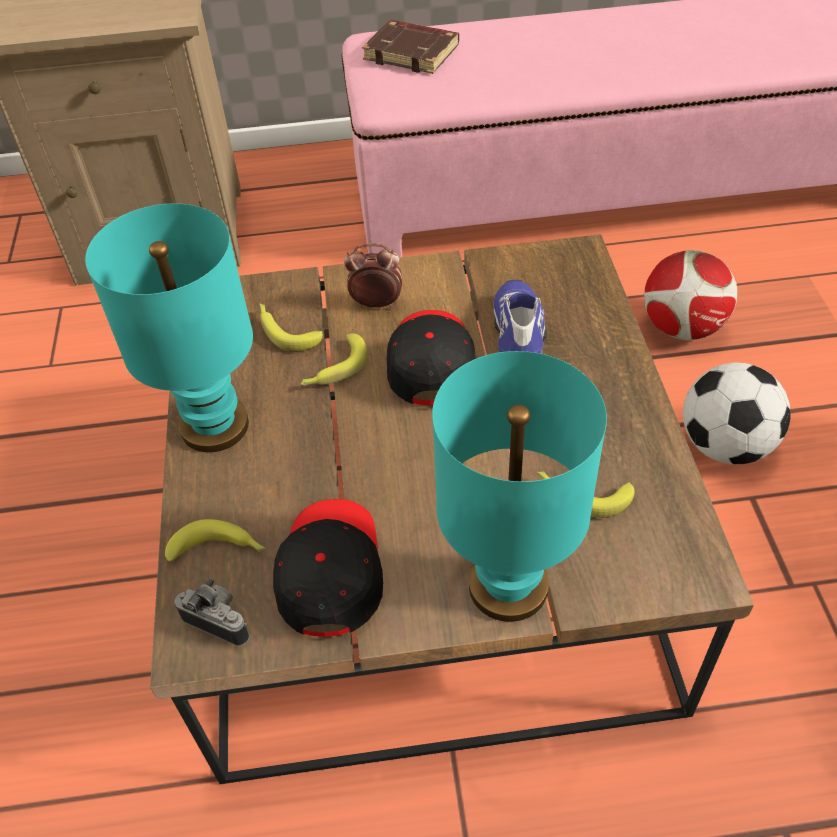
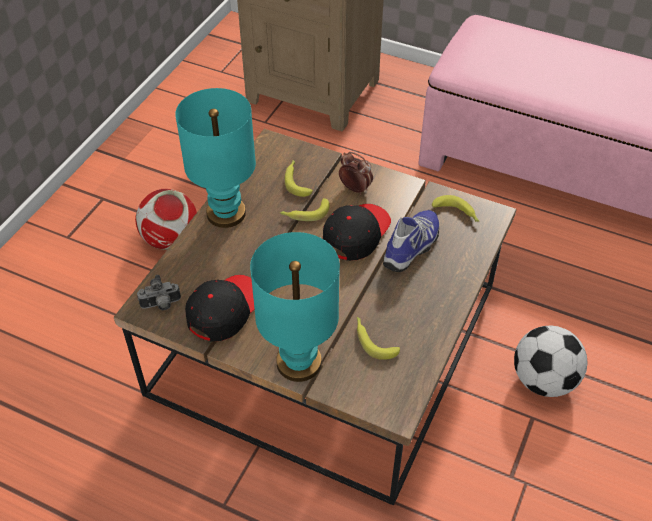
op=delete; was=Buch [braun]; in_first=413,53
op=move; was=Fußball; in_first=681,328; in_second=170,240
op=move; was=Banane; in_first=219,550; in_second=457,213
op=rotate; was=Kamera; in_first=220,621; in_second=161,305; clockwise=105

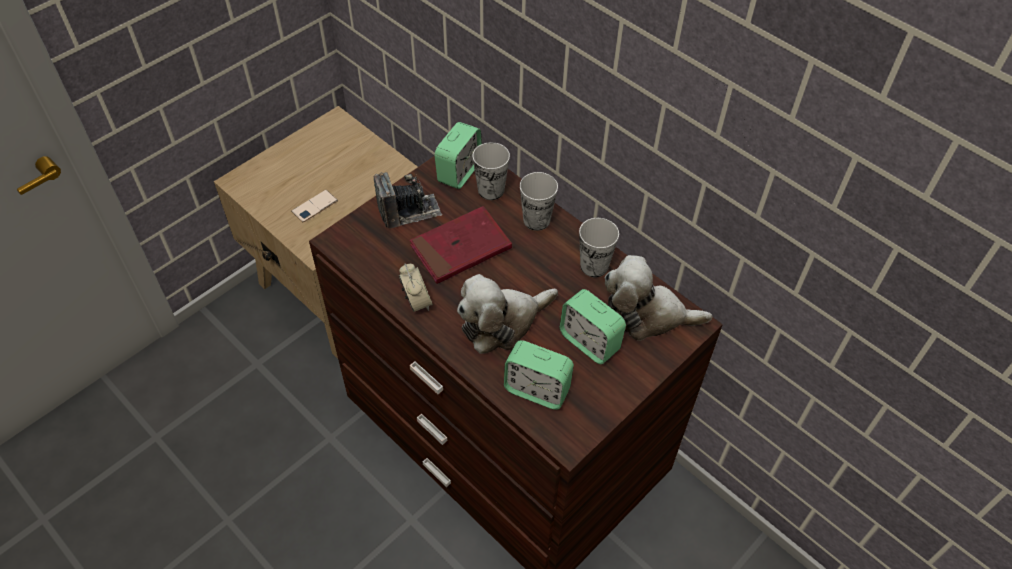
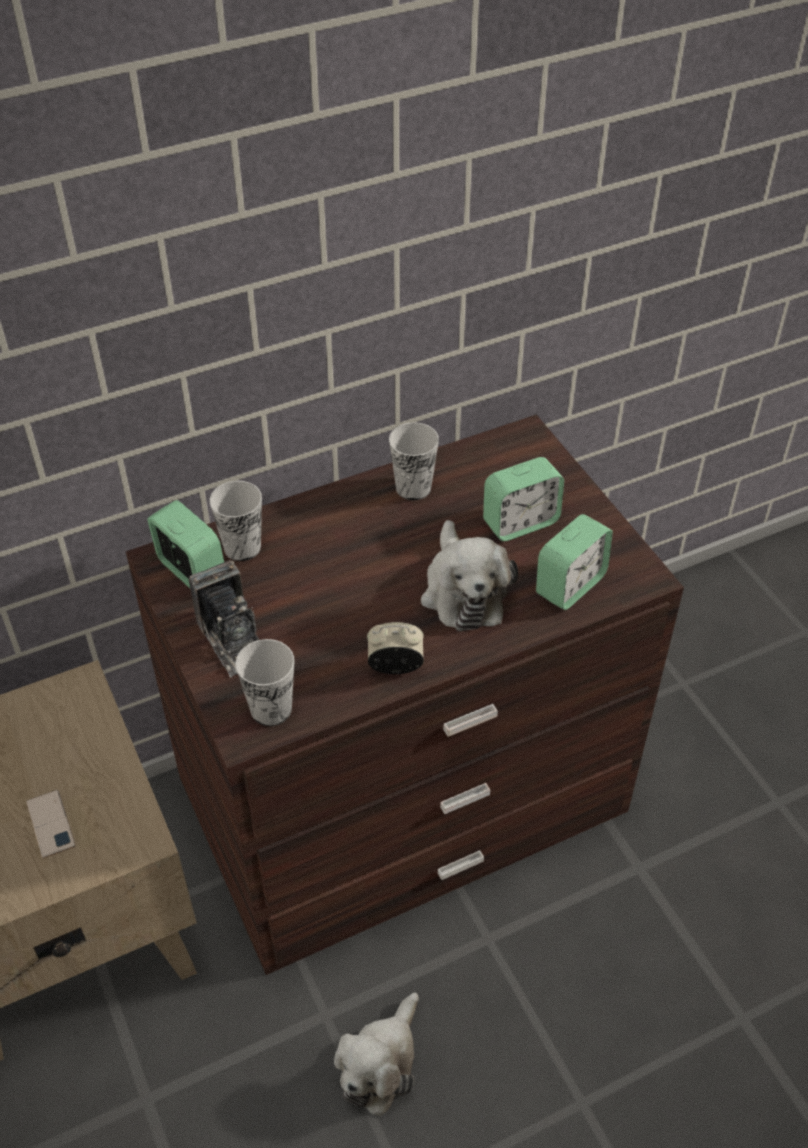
op=rotate; was=Kamera; in_first=409,211; in_second=233,640; clockwise=150
op=move; was=Tasse; in_first=536,220; in_second=271,709
op=delete; was=Buch [rot]; in_first=461,248
op=move; was=Plüschtier; in_first=646,315; in_second=380,1063

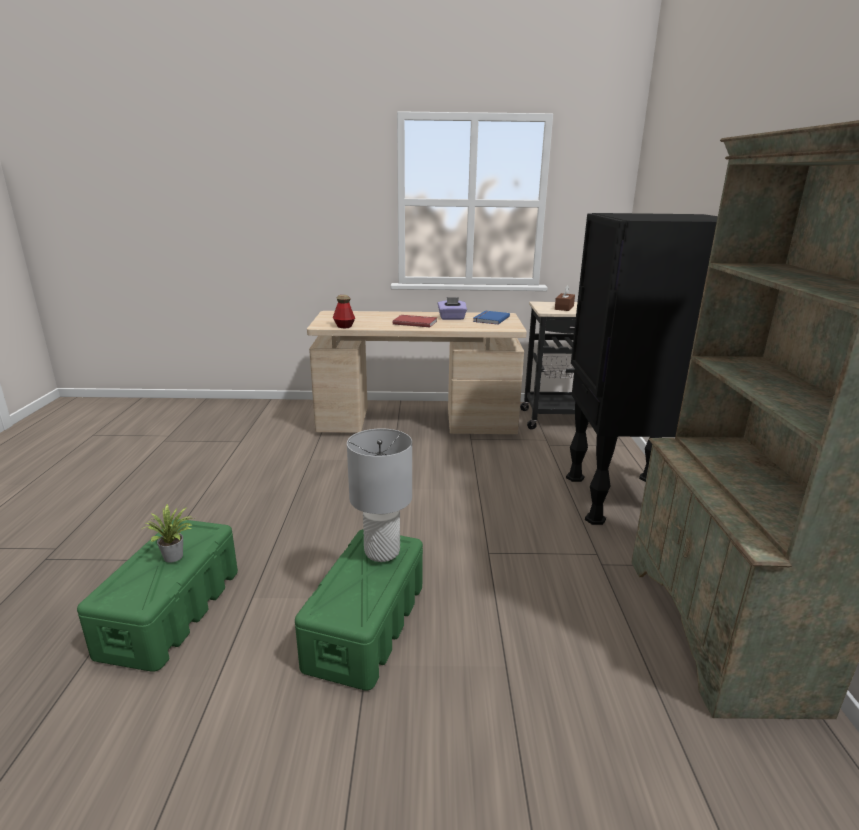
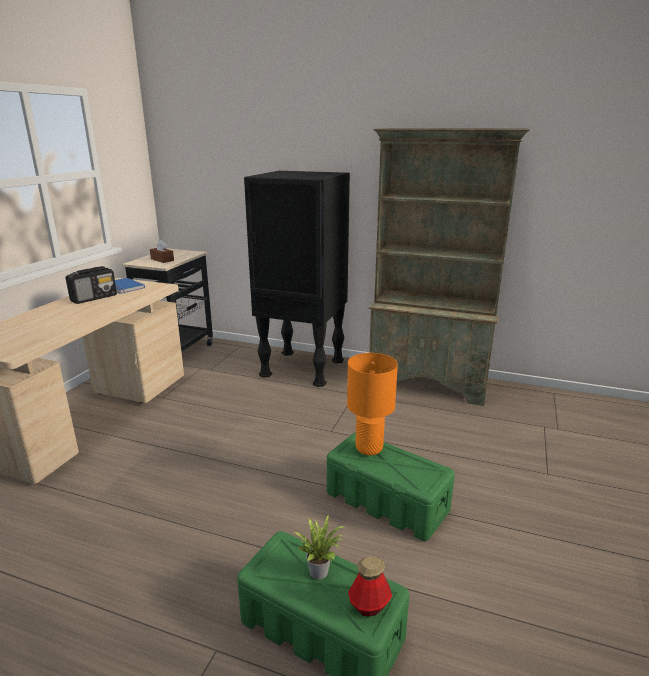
op=move; was=Flasche; in_first=344,326; in_second=369,606
op=replace; was=Taschentuchbox [lila]; now=Radio; in_first=452,318; in_second=94,298
op=delete; was=Buch [rot]; in_first=415,322
op=recolor; was=Tischlampe [grau]; now=Tischlampe [orange]; in_first=382,555; in_second=369,450

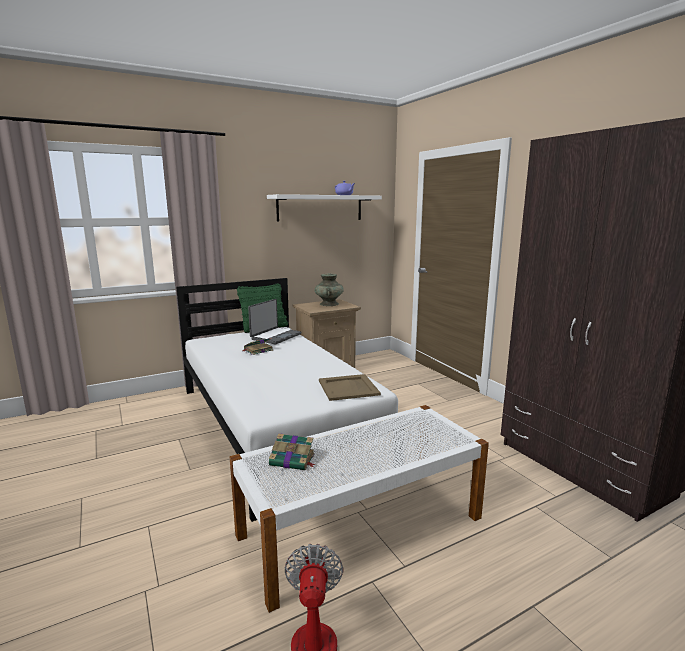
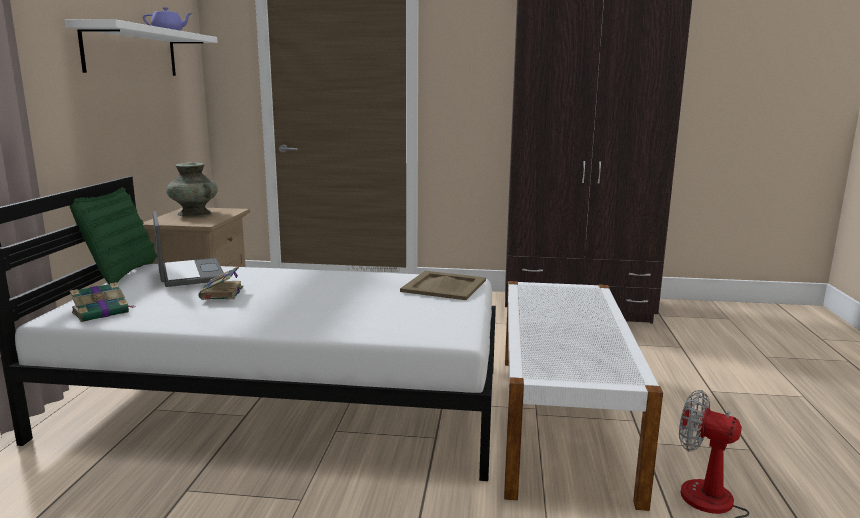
op=move; was=Buch; in_first=293,460; in_second=102,312

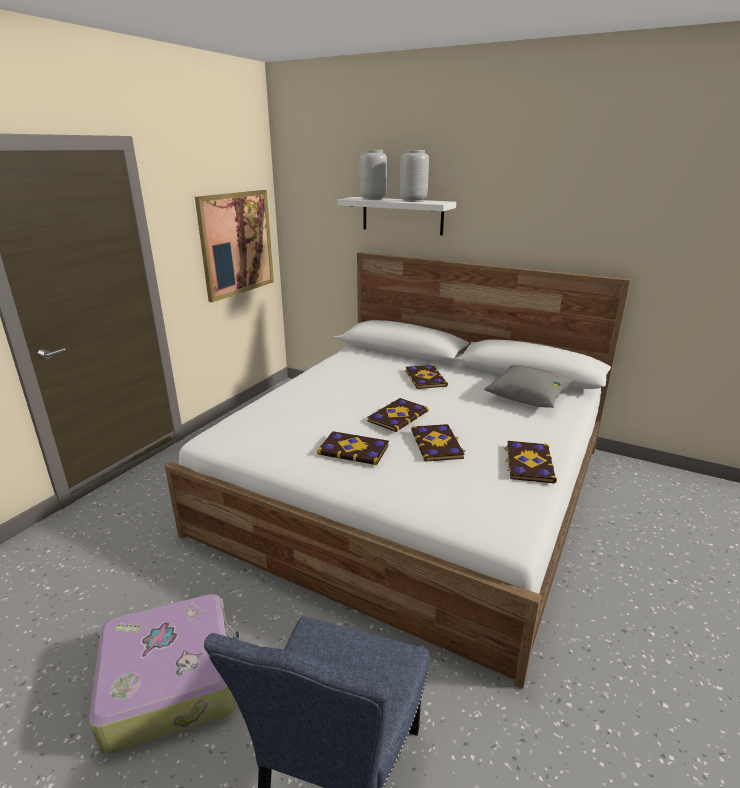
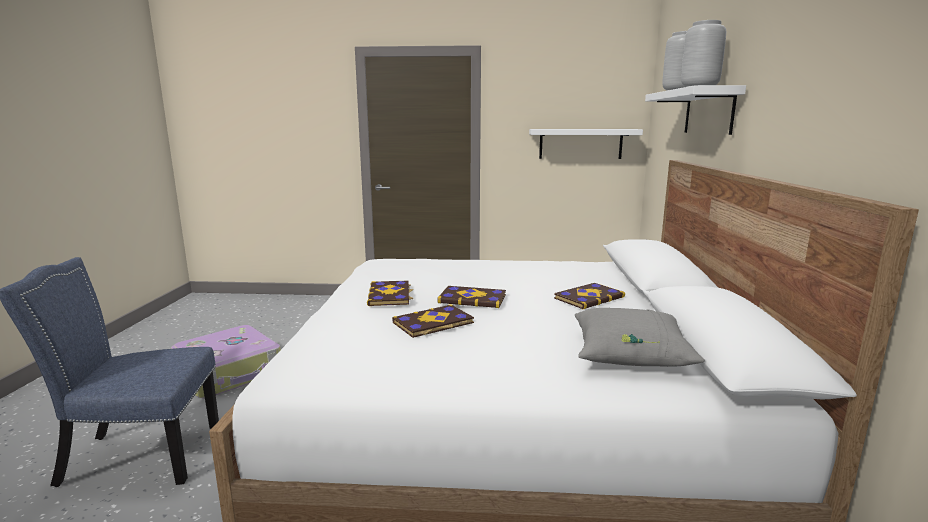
op=replace; was=Bild; now=Wandregal [weiß]; in_first=236,243; in_second=580,143
op=delete; was=Buch; in_first=528,463

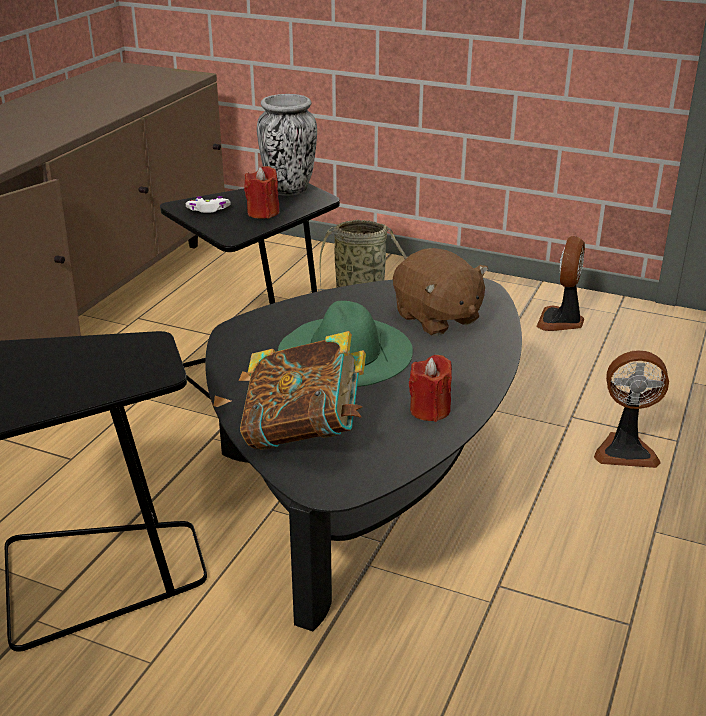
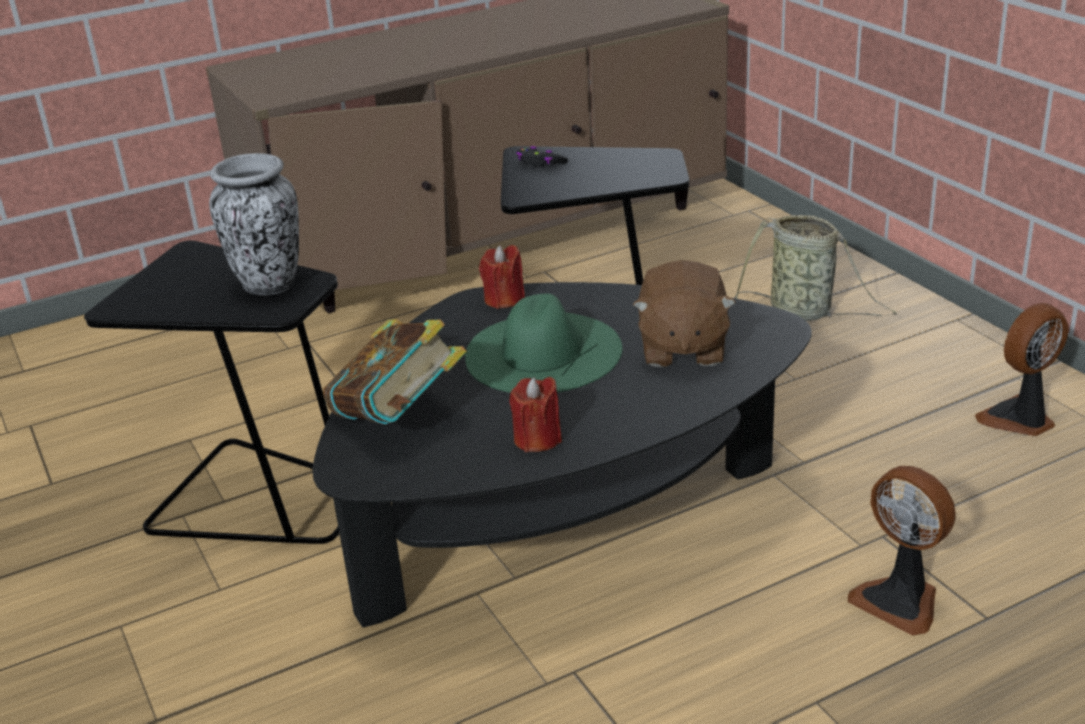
op=move; was=Vase; in_first=289,190; in_second=269,285
op=move; was=Kerze [rot]; in_first=263,213; in_second=504,299
op=recolor; was=Gamepad [weiß]; now=Gamepad [schwarz]; in_first=208,210; in_second=540,163

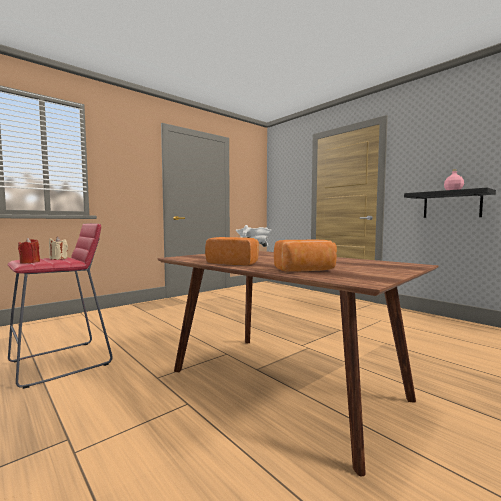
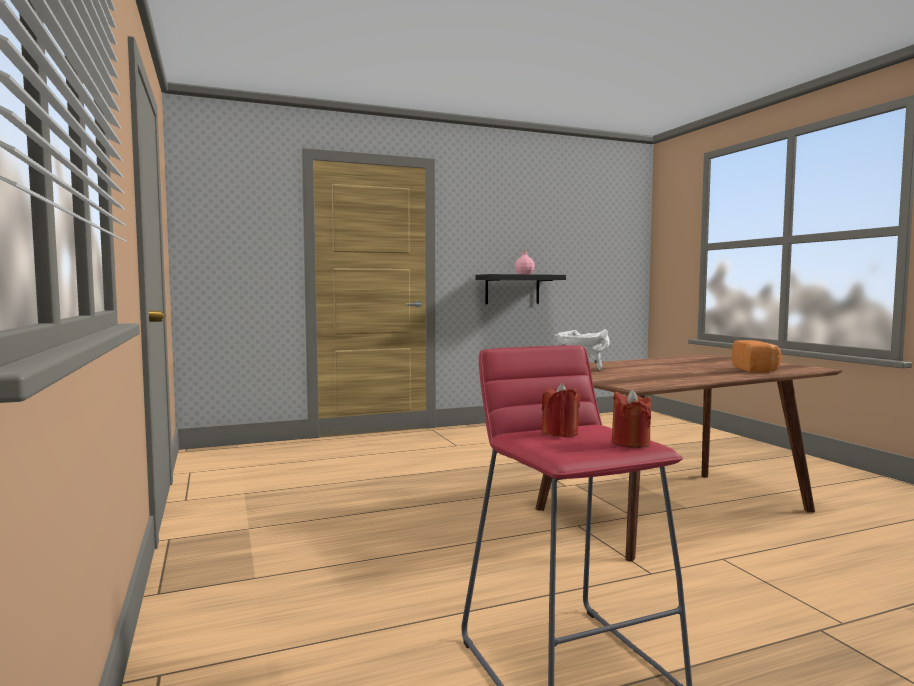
op=recolor; was=Kerze [beige]; now=Kerze [rot]; in_first=58,258; in_second=560,433
op=delete; was=Brot; in_first=234,263

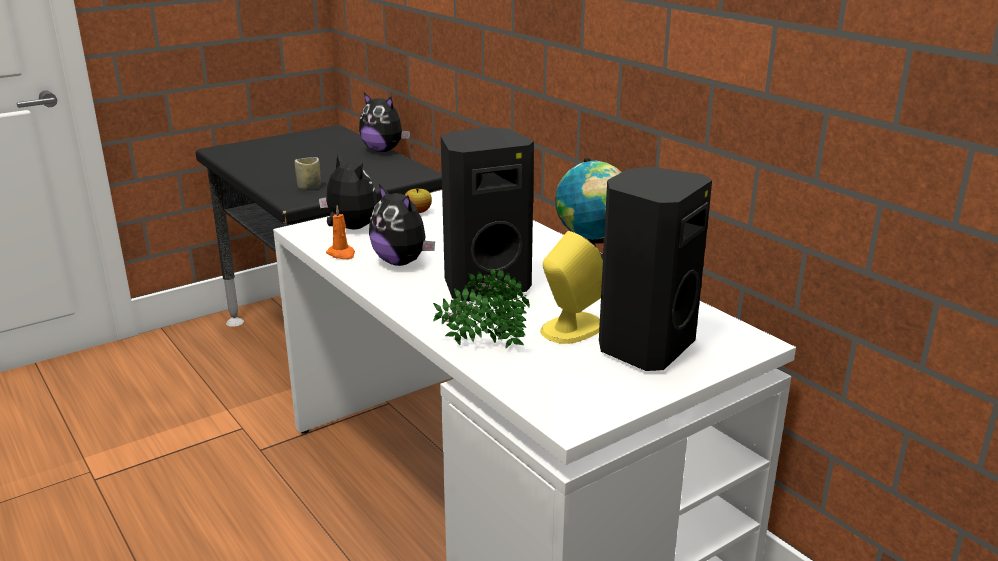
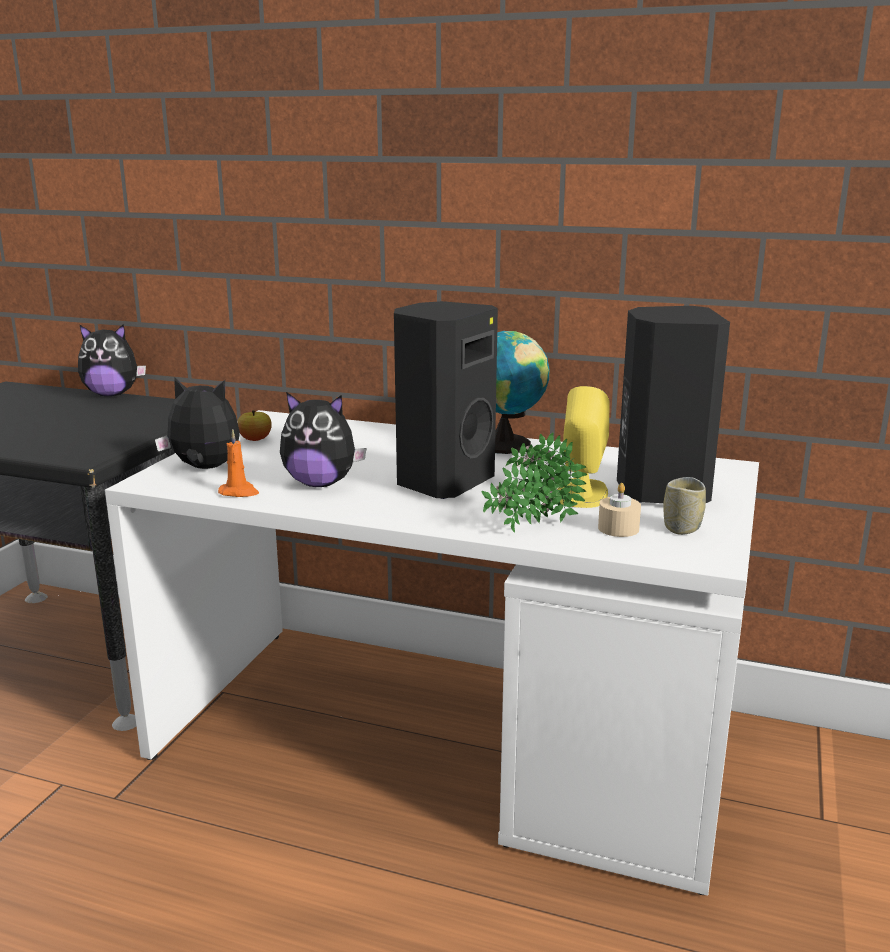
op=move; was=Tasse; in_first=309,187; in_second=682,528
op=insert; now=Kerze [beige]; in_second=618,528

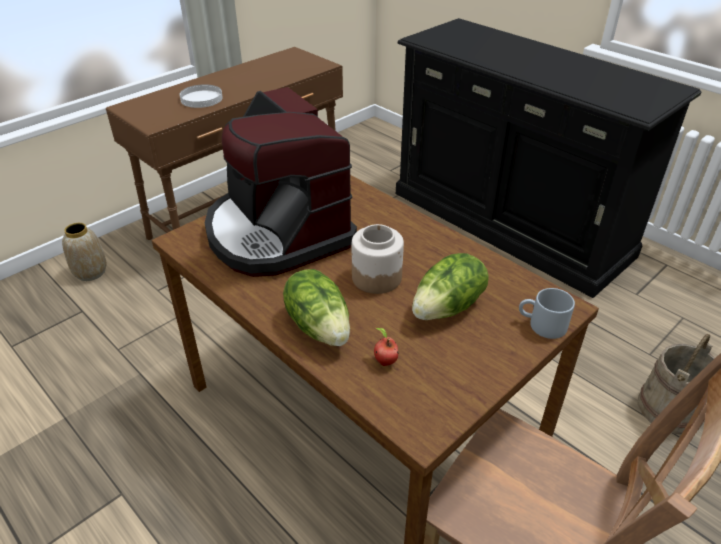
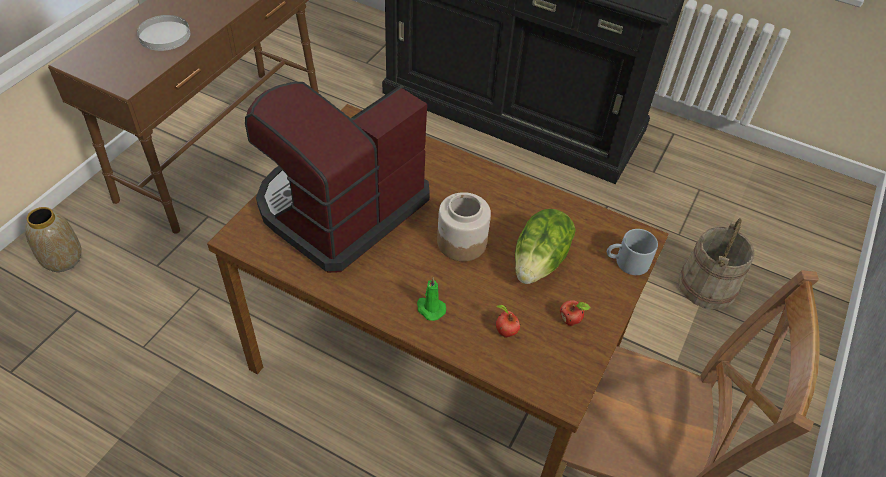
op=rotate; was=Kaffeemaschine; in_first=277,233; in_second=340,208; clockwise=90
op=replace; was=Salatkopf; now=Kerze [grün]; in_first=319,326; in_second=430,308
op=insert; now=Apfel; in_second=571,320

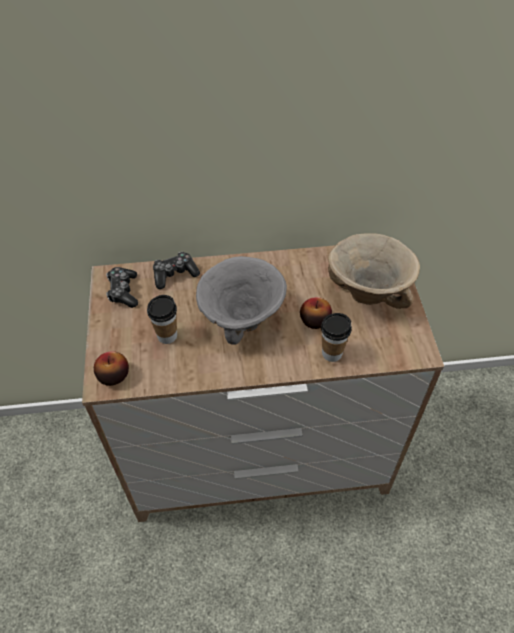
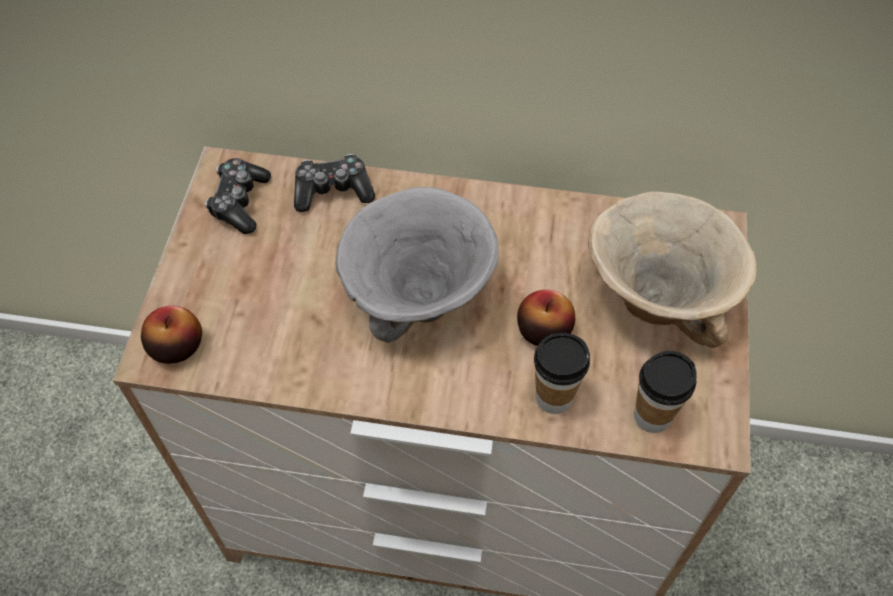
op=move; was=Tasse; in_first=167,336; in_second=652,416

